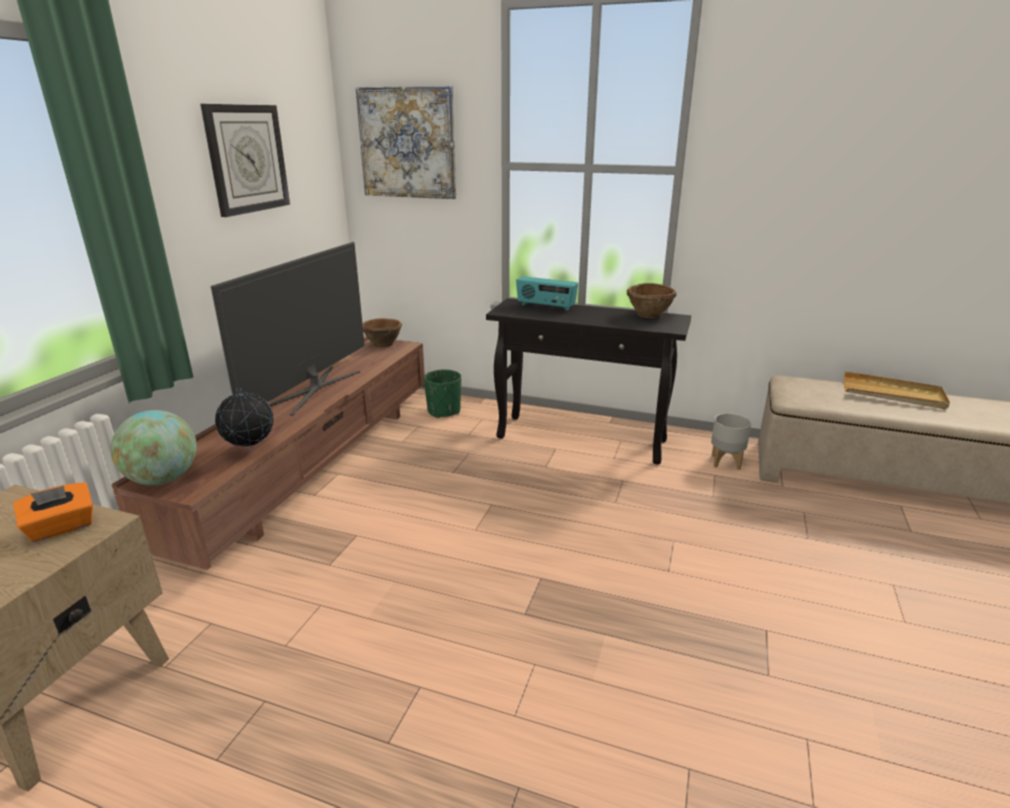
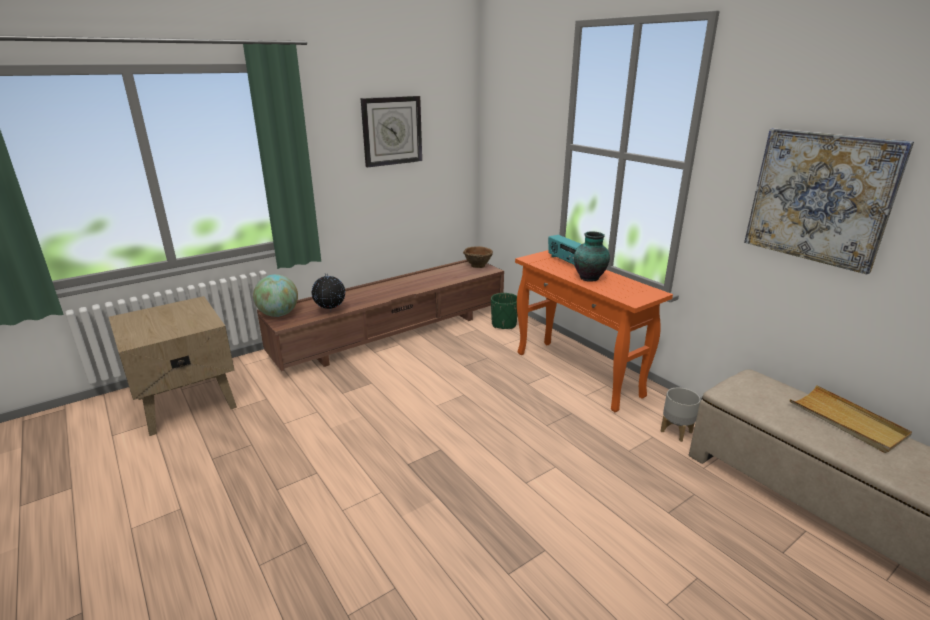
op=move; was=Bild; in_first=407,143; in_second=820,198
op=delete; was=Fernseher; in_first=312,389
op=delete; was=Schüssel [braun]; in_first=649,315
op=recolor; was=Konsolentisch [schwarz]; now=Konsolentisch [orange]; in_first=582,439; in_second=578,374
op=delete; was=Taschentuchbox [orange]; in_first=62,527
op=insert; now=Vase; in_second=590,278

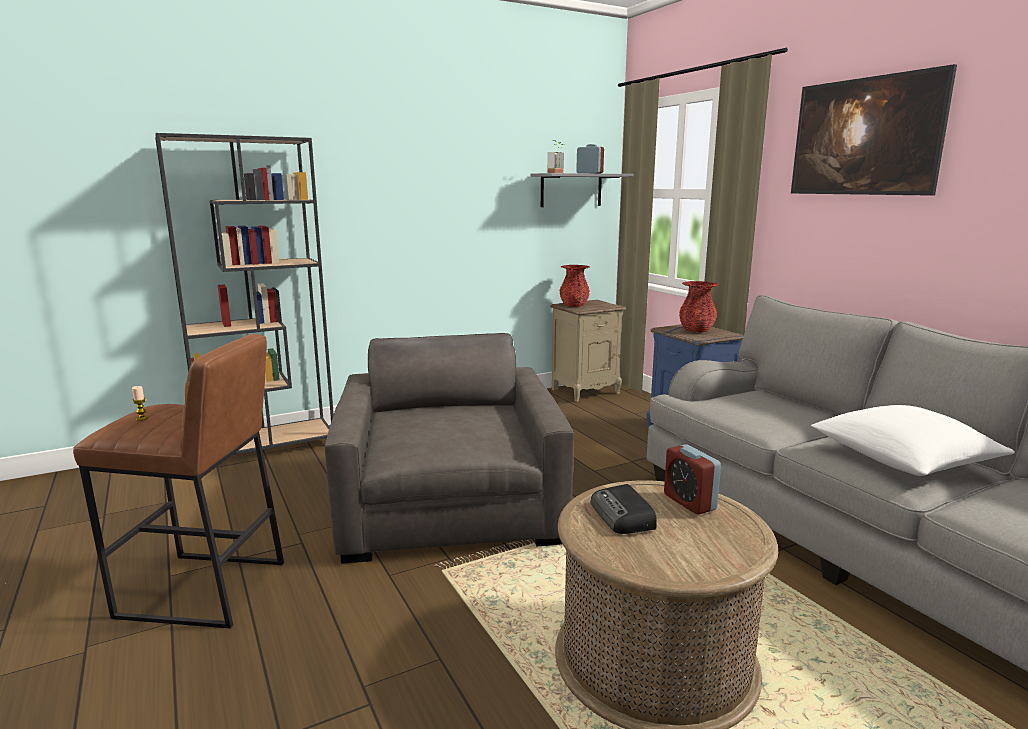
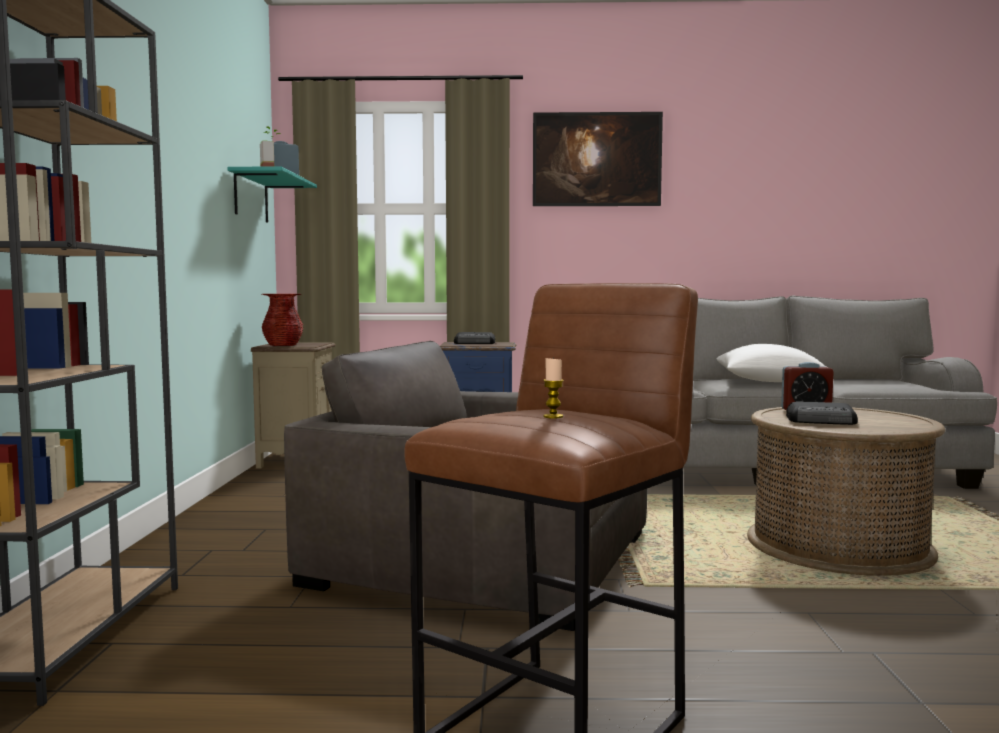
op=recolor; was=Wandregal [grau]; now=Wandregal [türkis]; in_first=571,190; in_second=251,197
op=replace; was=Vase [rot]; now=Radio; in_first=696,330; in_second=475,343

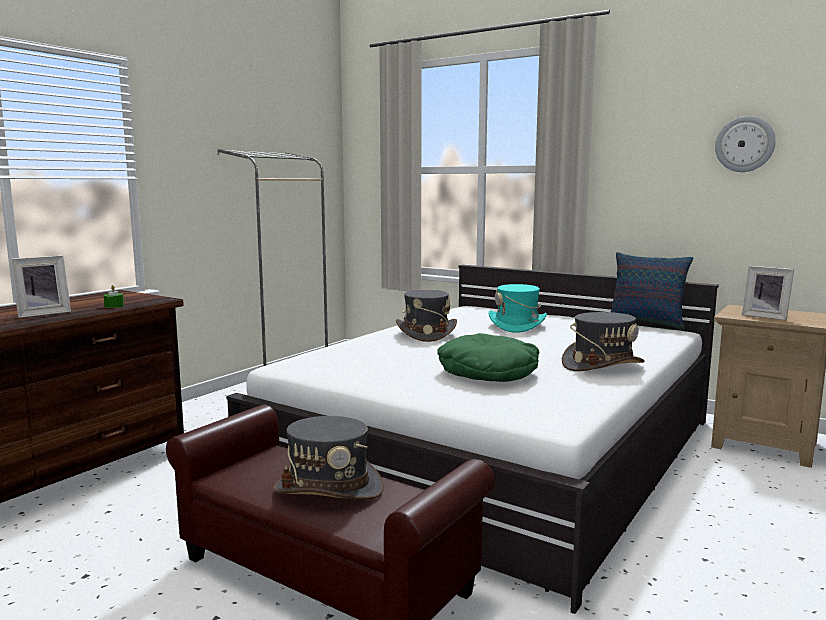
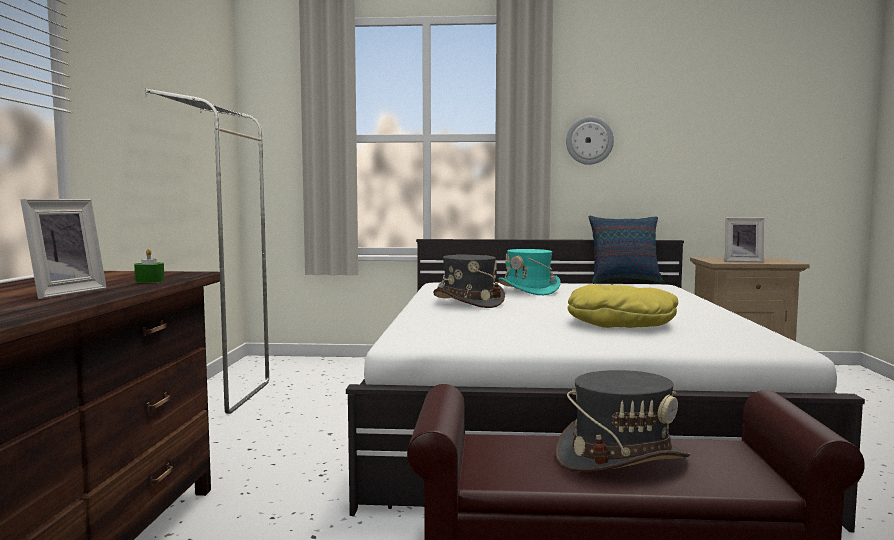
op=move; was=Wanduhr; in_first=745,144; in_second=589,140
op=delete; was=Hut [grau]; in_first=602,365
op=recolor; was=Kissen [grün]; now=Kissen [gelb]; in_first=490,373; in_second=621,323

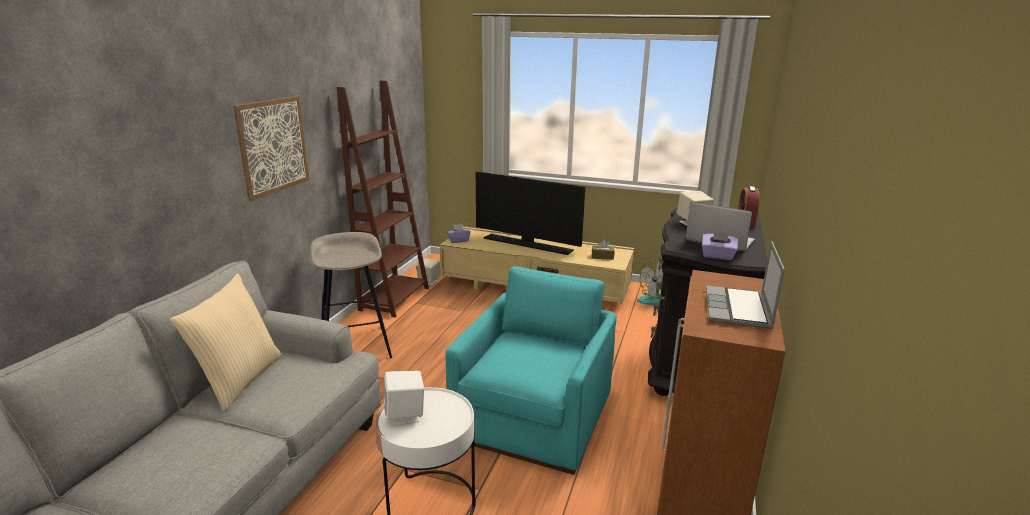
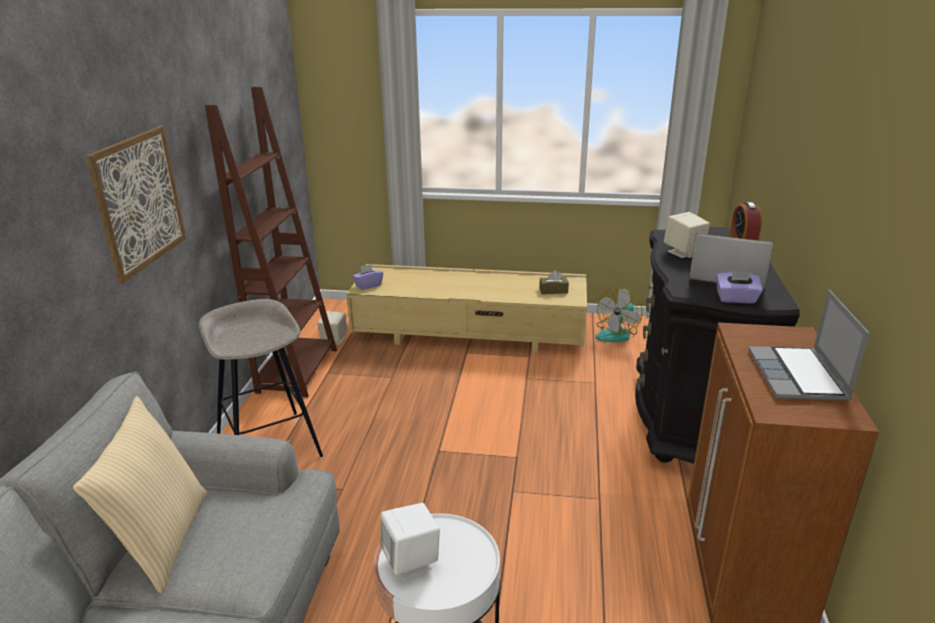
op=delete; was=Fernseher; in_first=528,244
op=delete; was=Sessel [türkis]; in_first=535,416

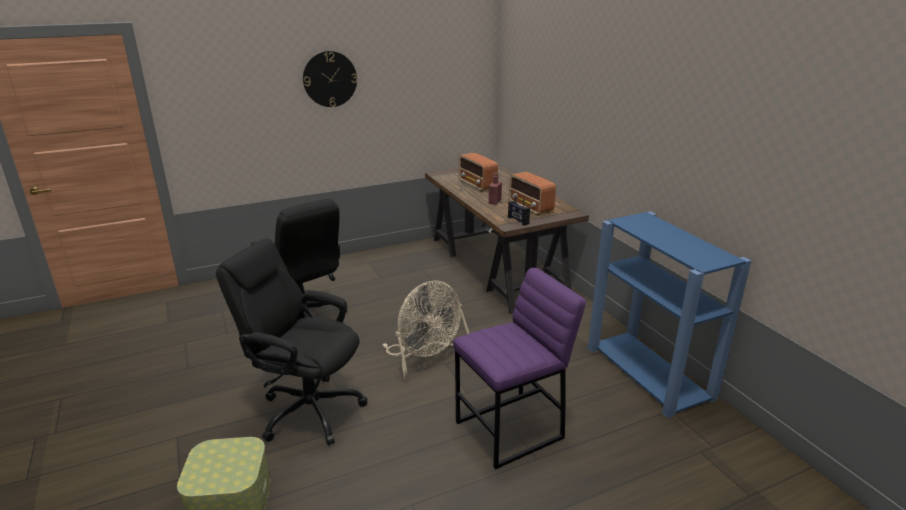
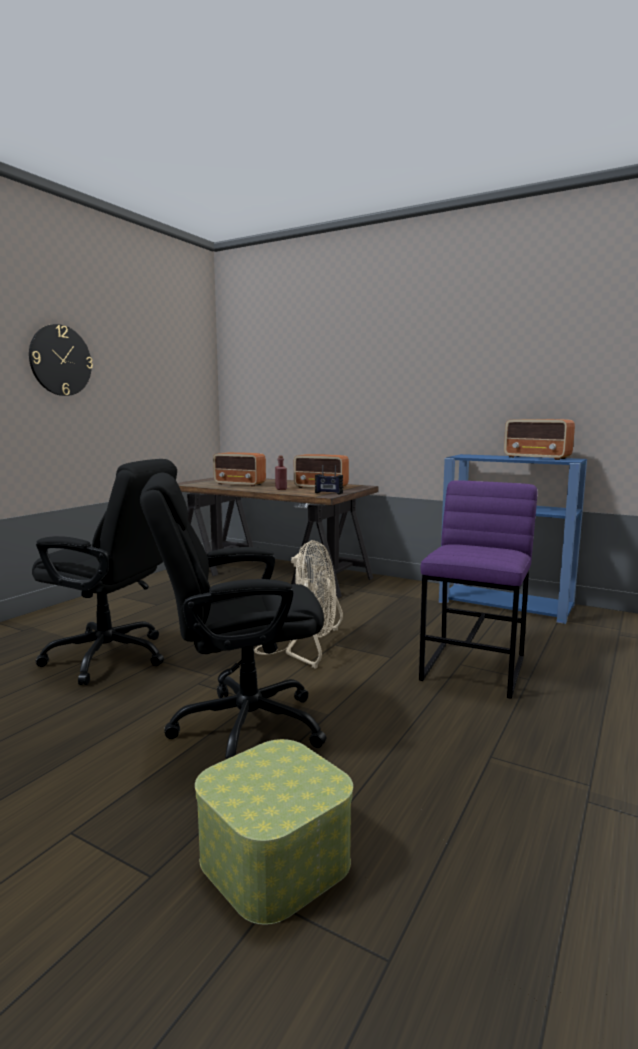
op=insert; now=Radio; in_second=537,458

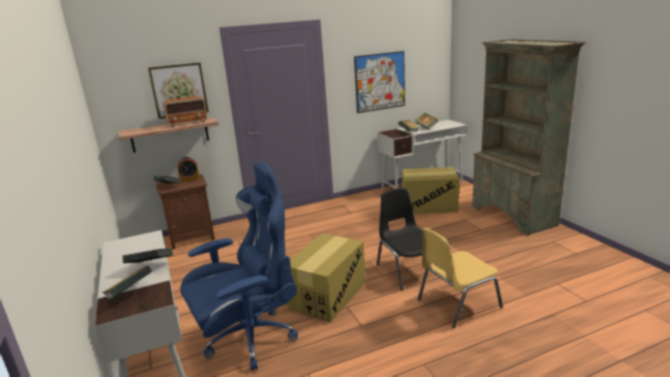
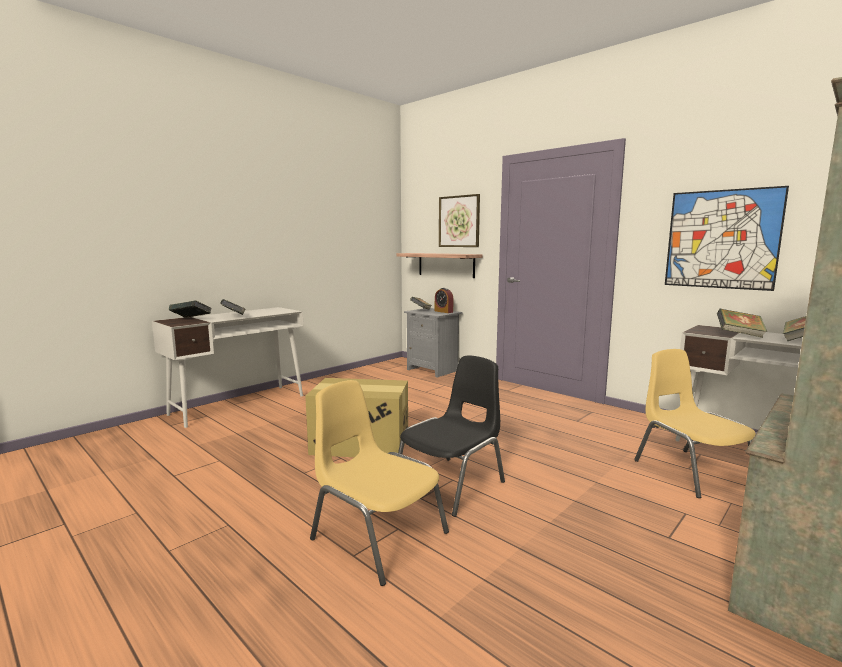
op=delete; was=Radio; in_first=188,123
op=delete; was=Bürostuhl [blau]; in_first=245,341
op=replace; was=Karton; now=Stuhl [gelb]; in_first=429,206; in_second=690,471
op=recolor; was=Nachttisch [braun]; now=Nachttisch [grau]; in_first=192,237; in_second=433,370

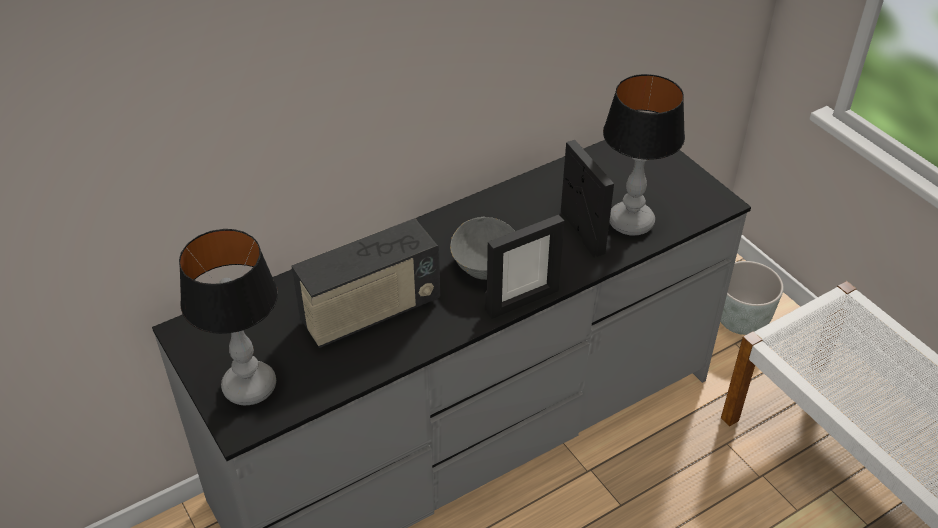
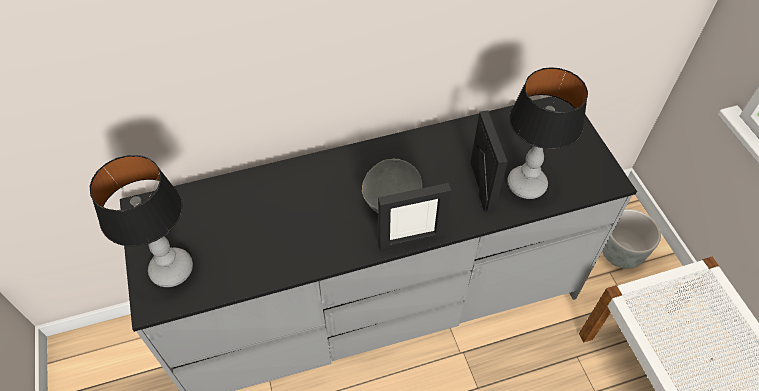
op=delete; was=Radio; in_first=370,312

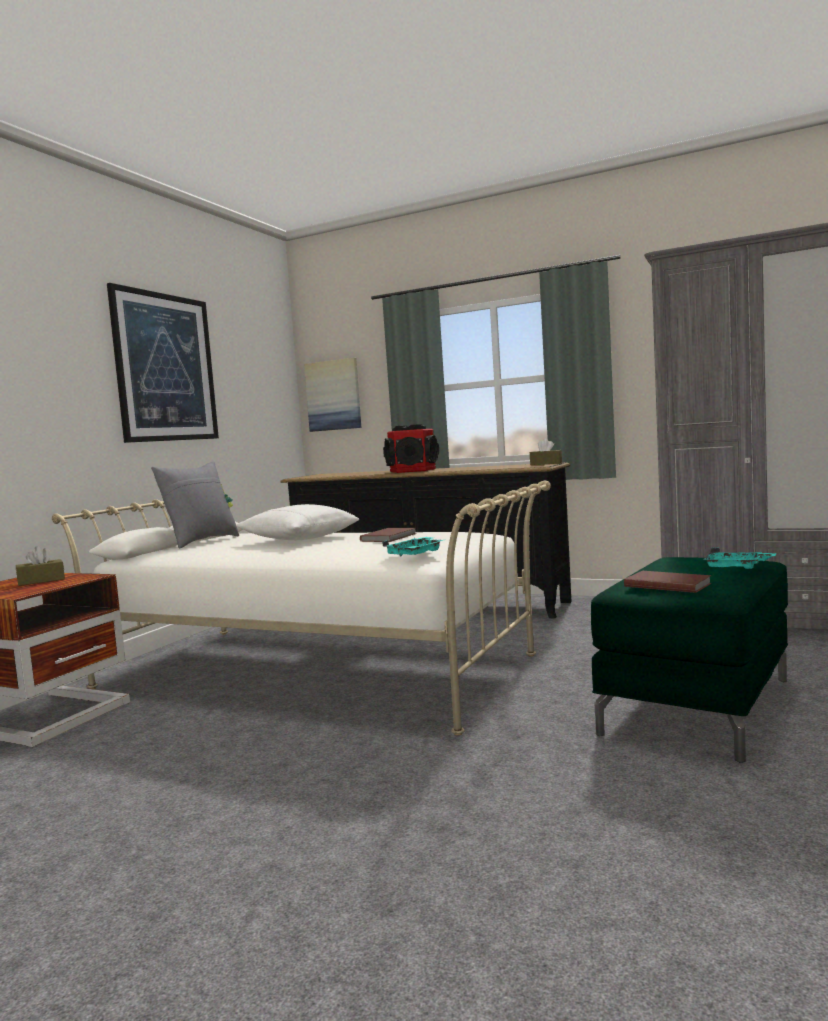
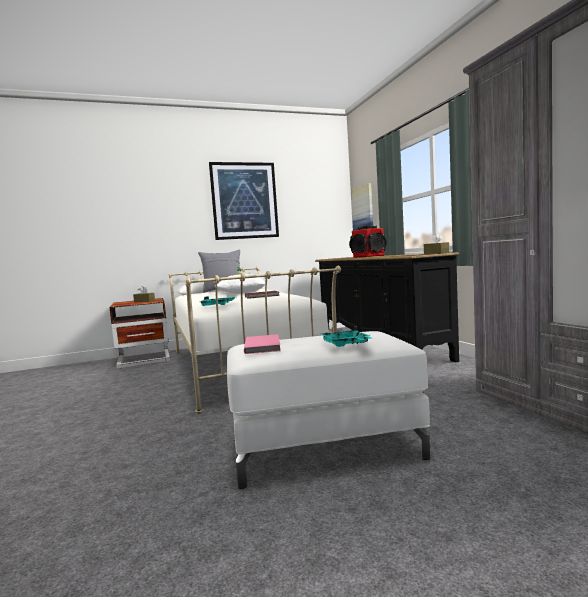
op=recolor; was=Polsterhocker [grün]; now=Polsterhocker [weiß]; in_first=698,706; in_second=323,448
op=recolor; was=Buch [braun]; now=Buch [rosa]; in_first=667,584; in_second=263,346

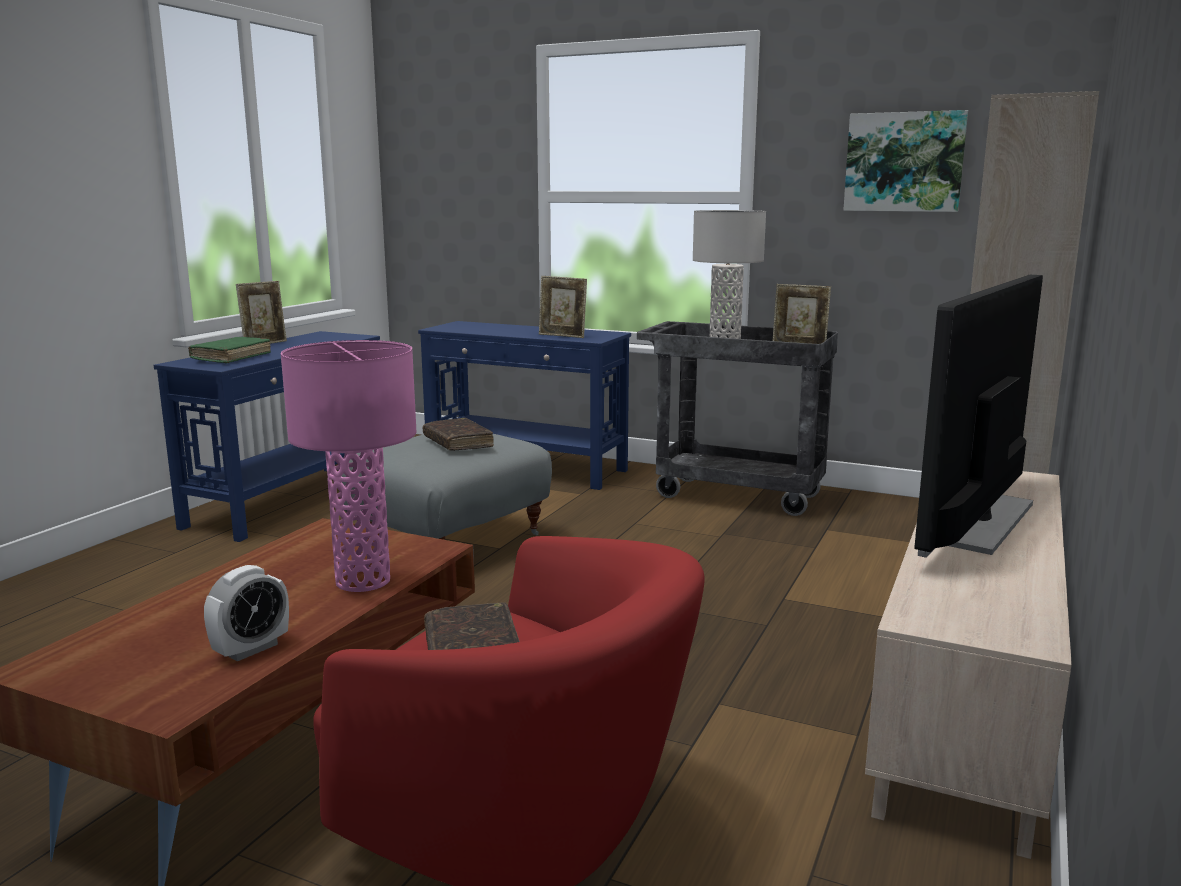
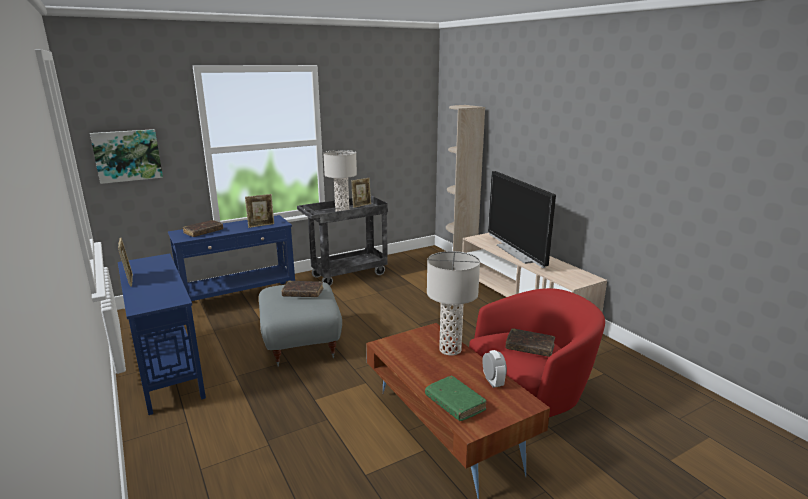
op=move; was=Bild; in_first=904,162; in_second=127,155
op=move; was=Buch [grün]; in_first=231,357; in_second=455,403
op=recolor; was=Tischlampe [rosa]; now=Tischlampe [weiß]; in_first=362,581; in_second=450,349
op=insert; now=Buch [braun]; in_second=203,232

